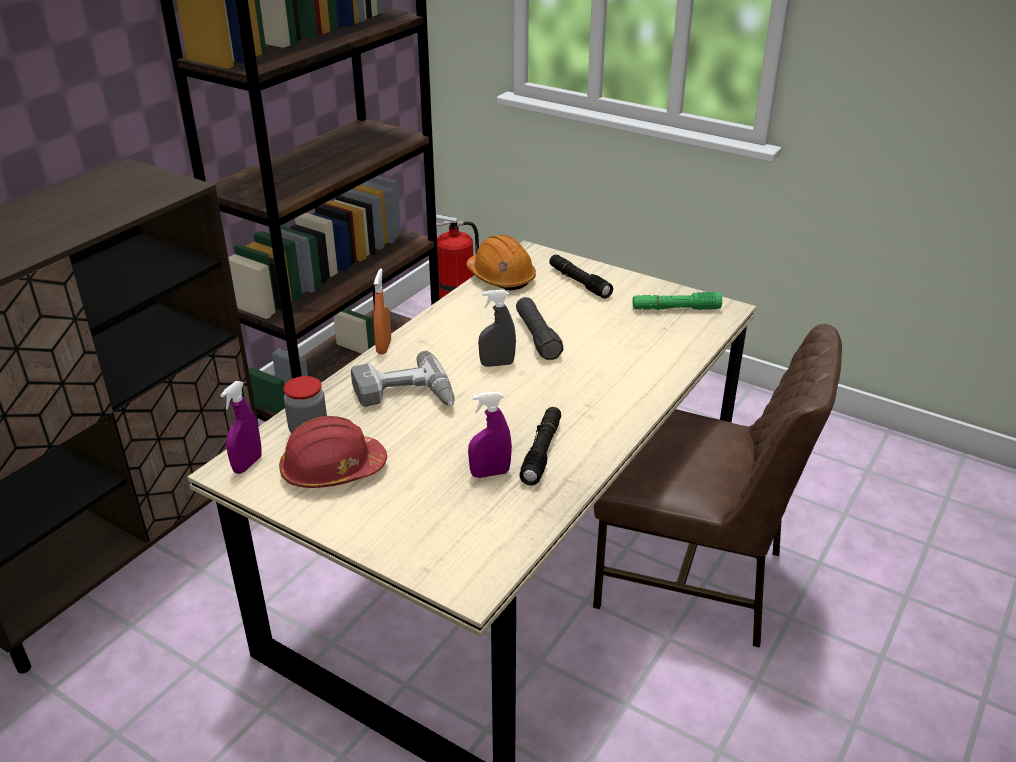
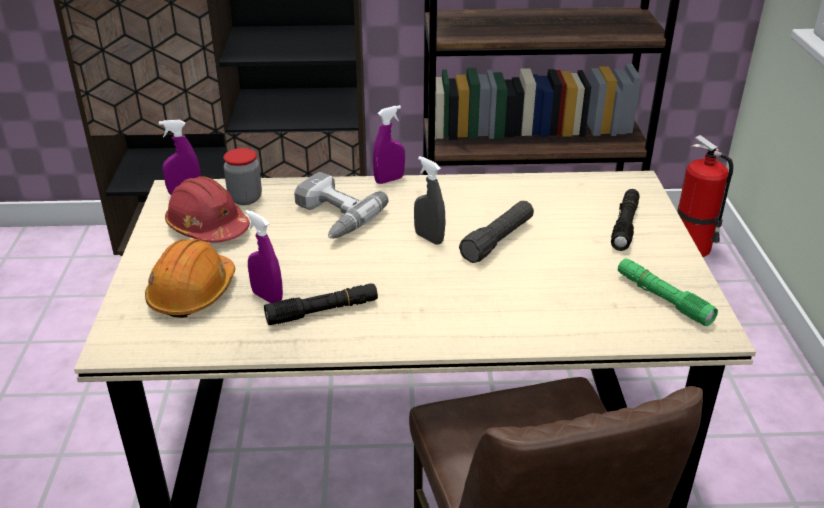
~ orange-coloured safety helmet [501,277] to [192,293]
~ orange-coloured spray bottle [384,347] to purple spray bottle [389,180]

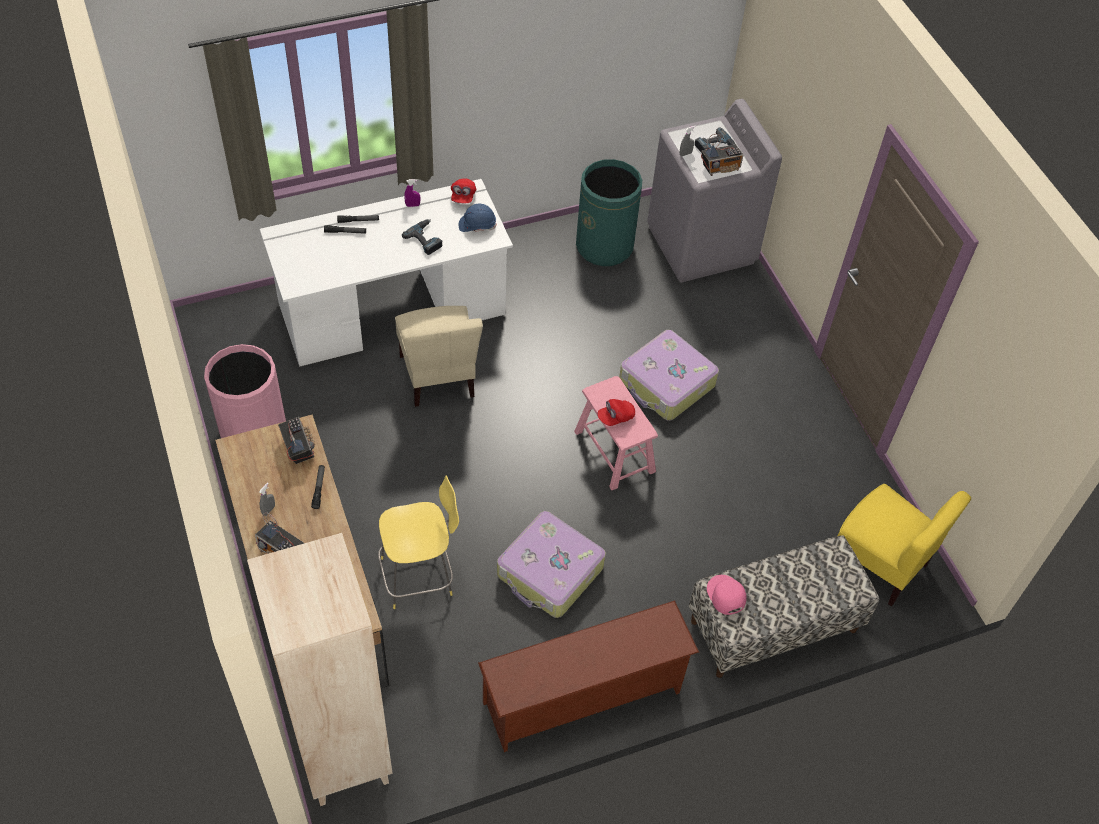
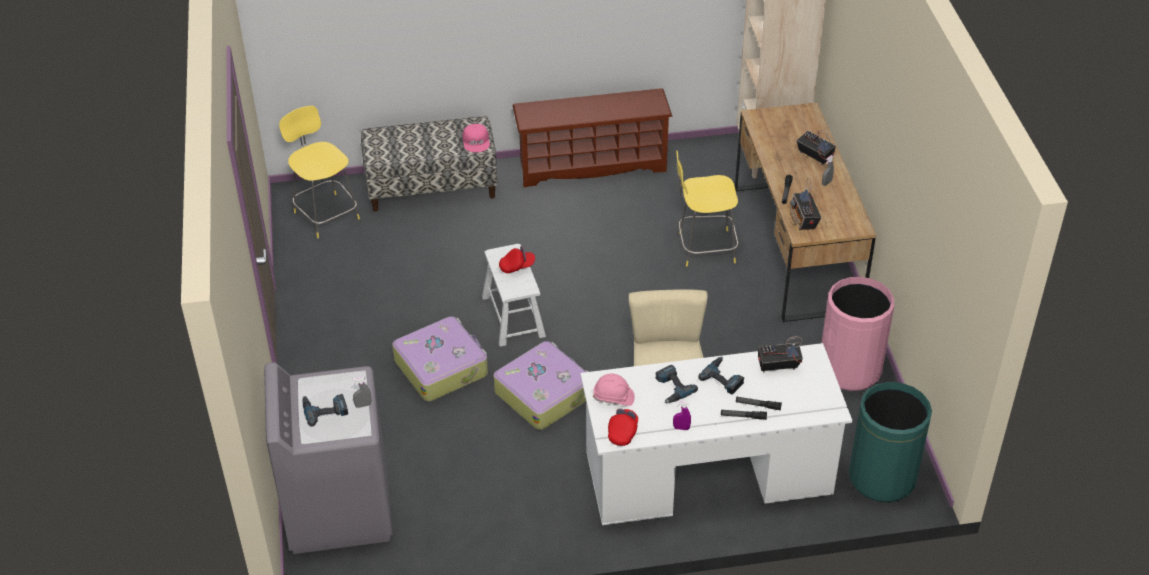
~ yellowish chair [879,564] to yellowish sitting stool [325,214]
~ pink sitting stool [614,451] to white sitting stool [513,316]
~ piece of luggage [550,572] to [544,393]
~ bluish safety helmet [477,225] to pink safety helmet [613,397]
+ drill [723,378]
~ radio receiver [720,168] to [777,366]
~ green-coloured rubbish bin [604,246] to [882,477]

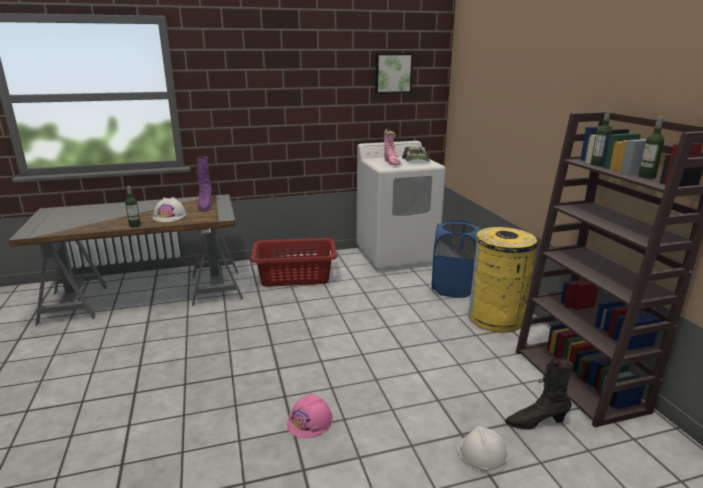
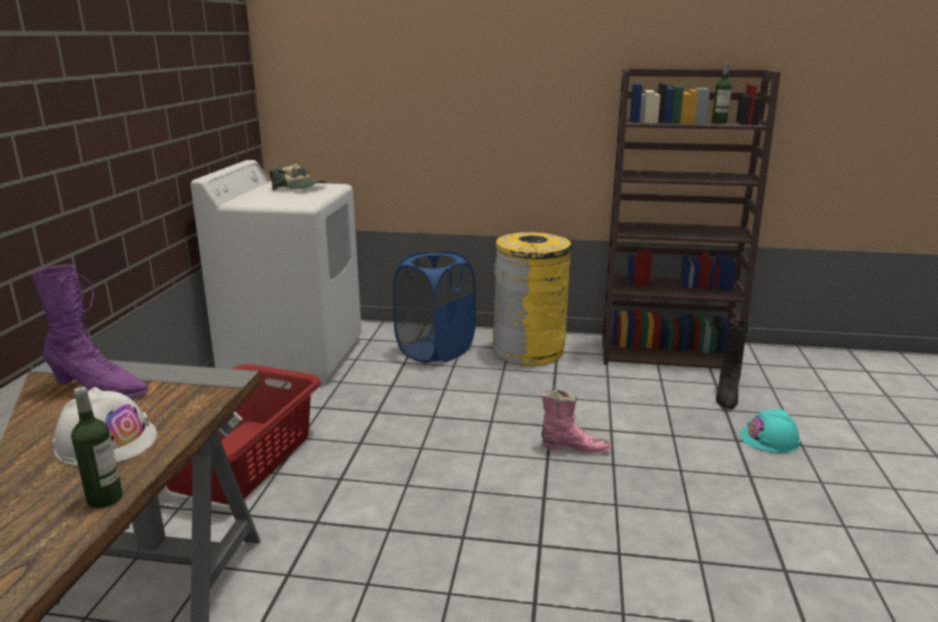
~ pink boot [392,163] to [573,447]
~ white safety helmet [481,454] to turquoise-coloured safety helmet [770,439]
- pink safety helmet [310,421]
- wall art [393,73]
- beverage bottle [597,164]

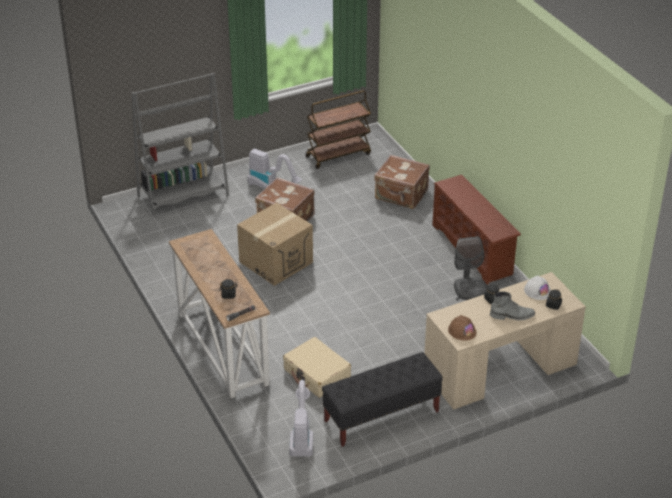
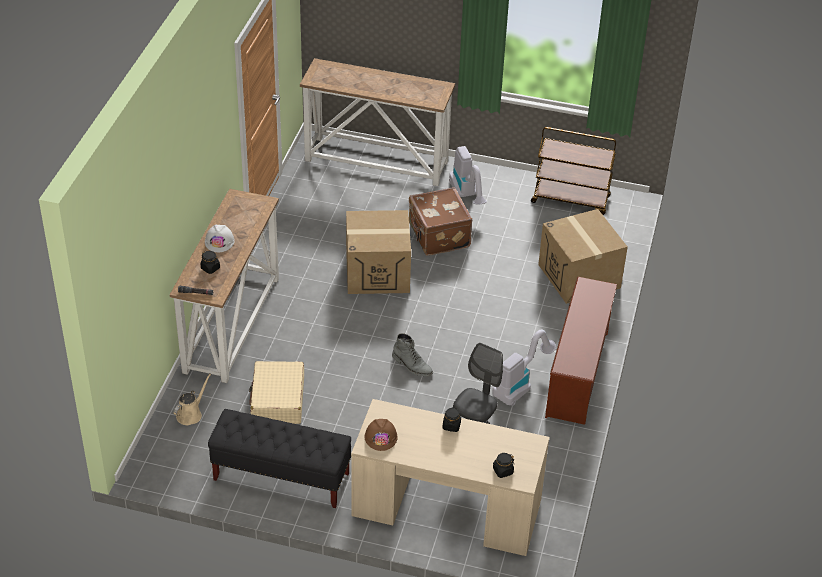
+ beige-coloured sprinkling can [191,414]
~ white safety helmet [537,291] to [219,241]
~ greyish bookshelf [183,196] to console table [377,161]
~ greyish boot [512,316] to [412,365]
~ vacuum [301,436] to [520,384]
~ brown-coloured piece of luggage [401,195] to packing box [579,276]

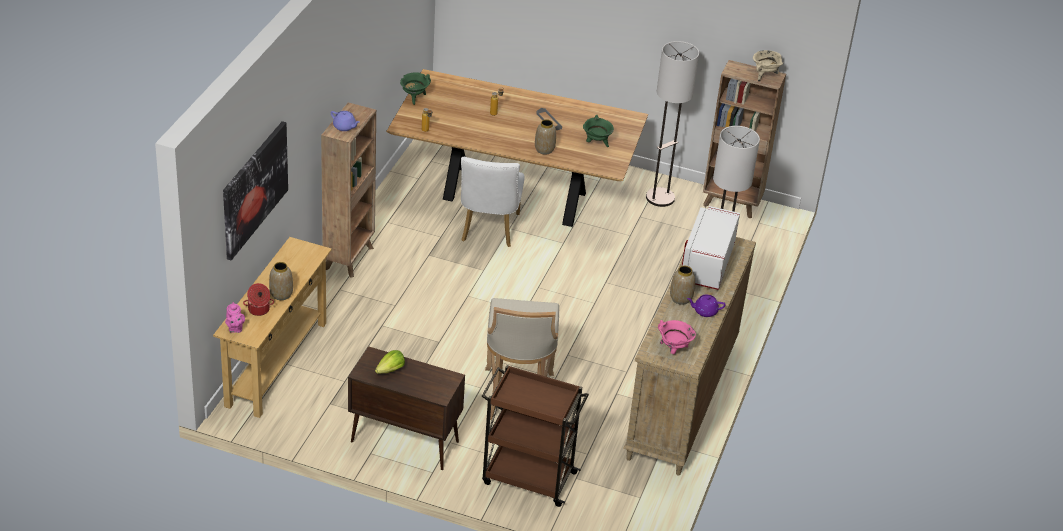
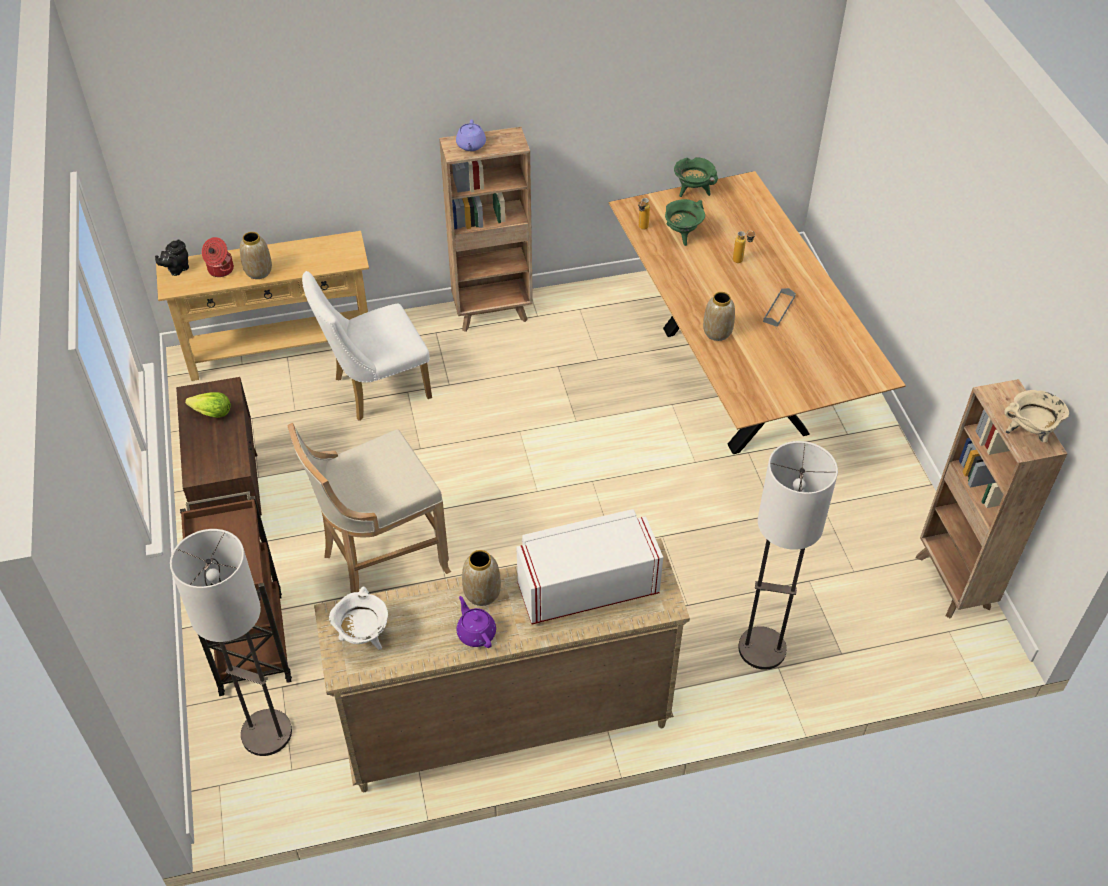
~ pink tea pot [235,328] to black-coloured tea pot [177,269]
~ standing lamp [660,198] to [266,733]
~ white chair [488,231] to [375,390]
~ pink saucepot [673,349] to white saucepot [363,637]
~ green-coloured saucepot [596,143] to [682,235]
- wall art [254,189]

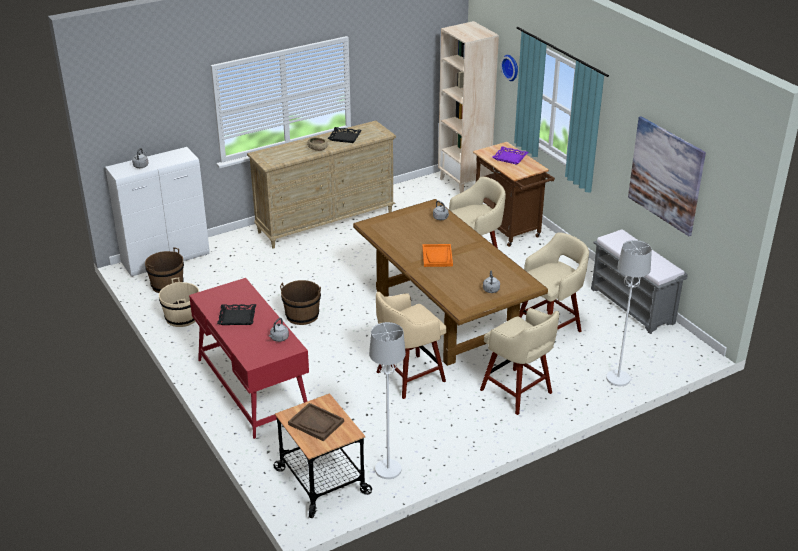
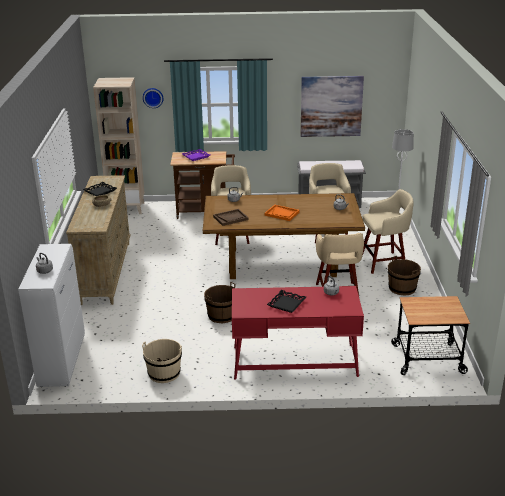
~ brown-coloured tray [316,423] to [230,218]
~ brown-coloured bucket [167,285] to [402,288]
- white standing lamp [388,470]

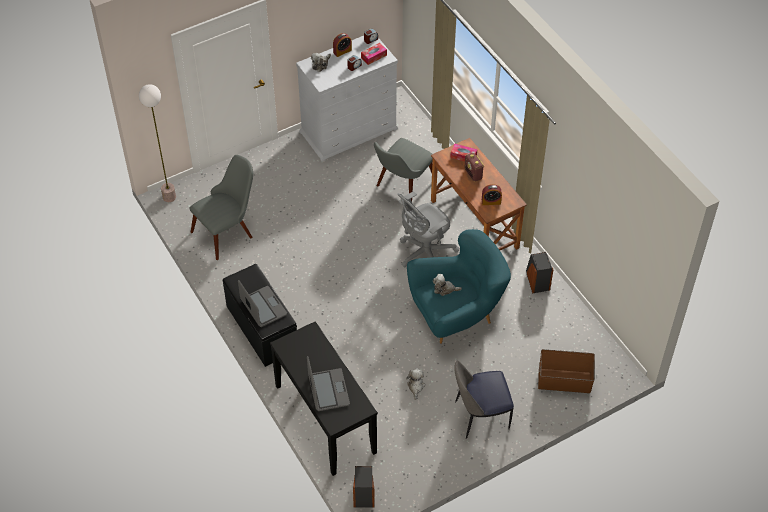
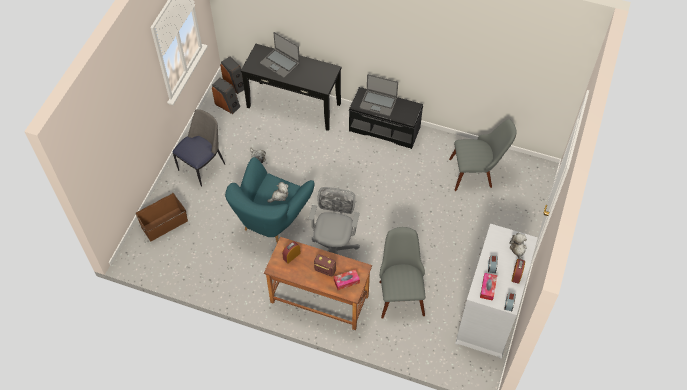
~ loudspeaker [537,281] to [227,105]
~ greyish chair [228,231] = [477,172] 105 degrees counterclockwise
- standing lamp [169,197]

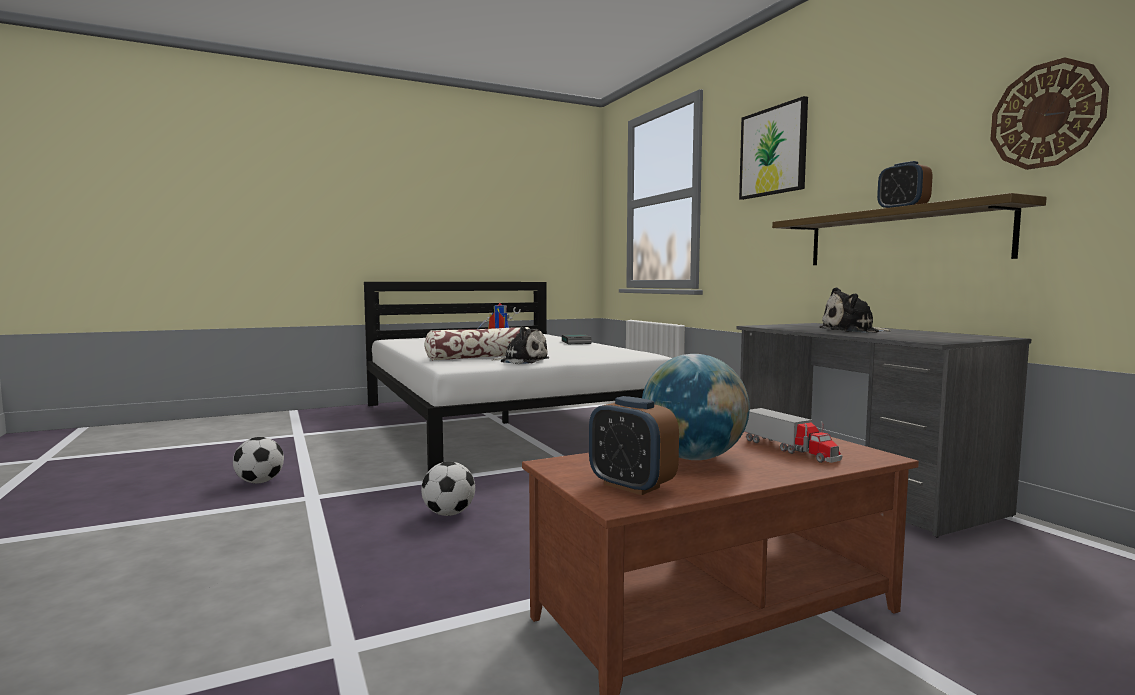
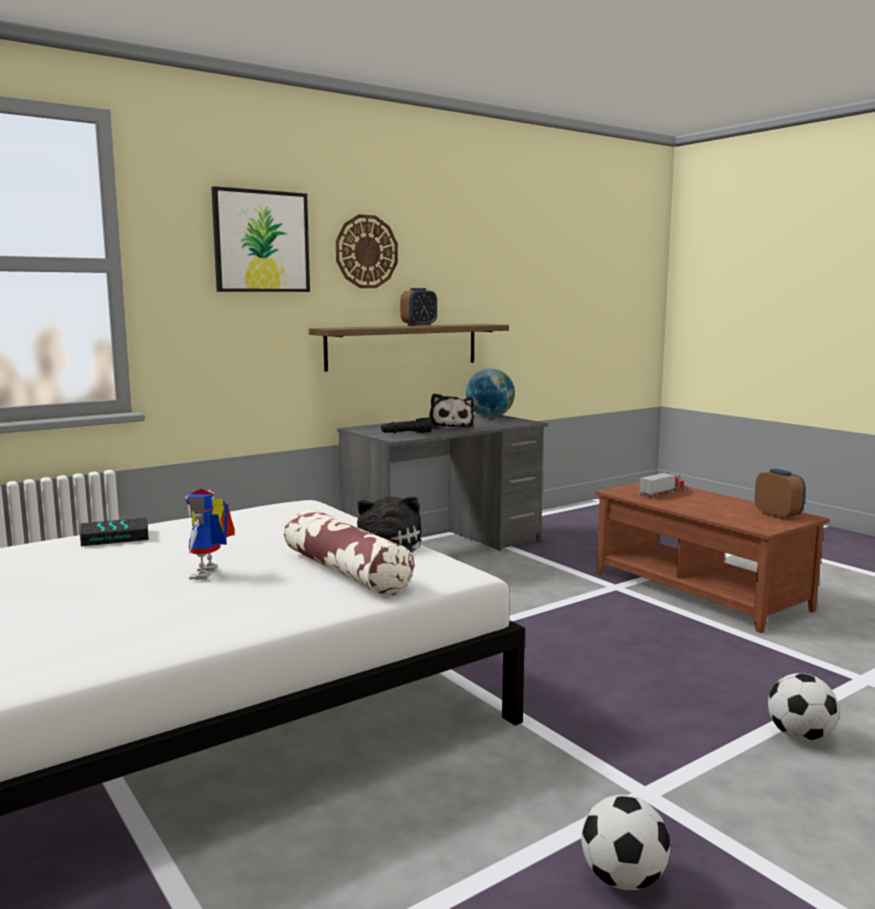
~ hanging clock [1046,115] to [366,251]
+ black-coloured torch [406,433]
~ globe [693,458] to [490,417]
~ table clock [631,486] = [778,515] 60 degrees counterclockwise
~ football ball [449,514] to [800,736]

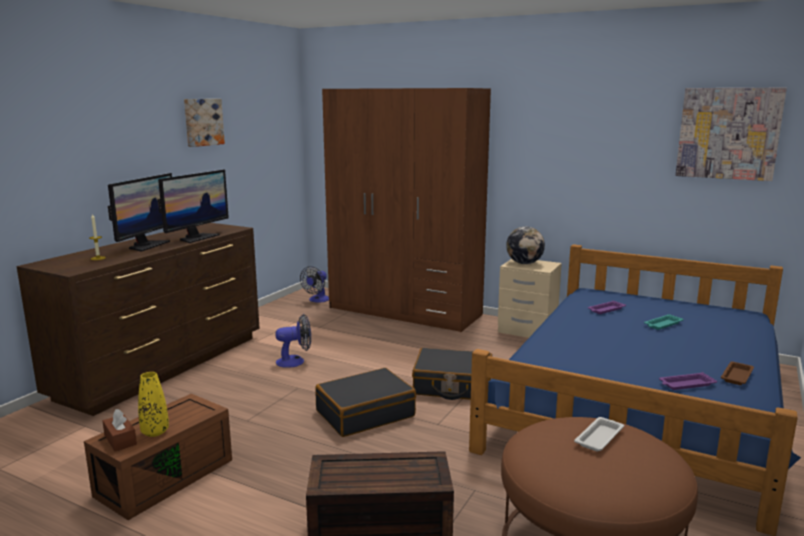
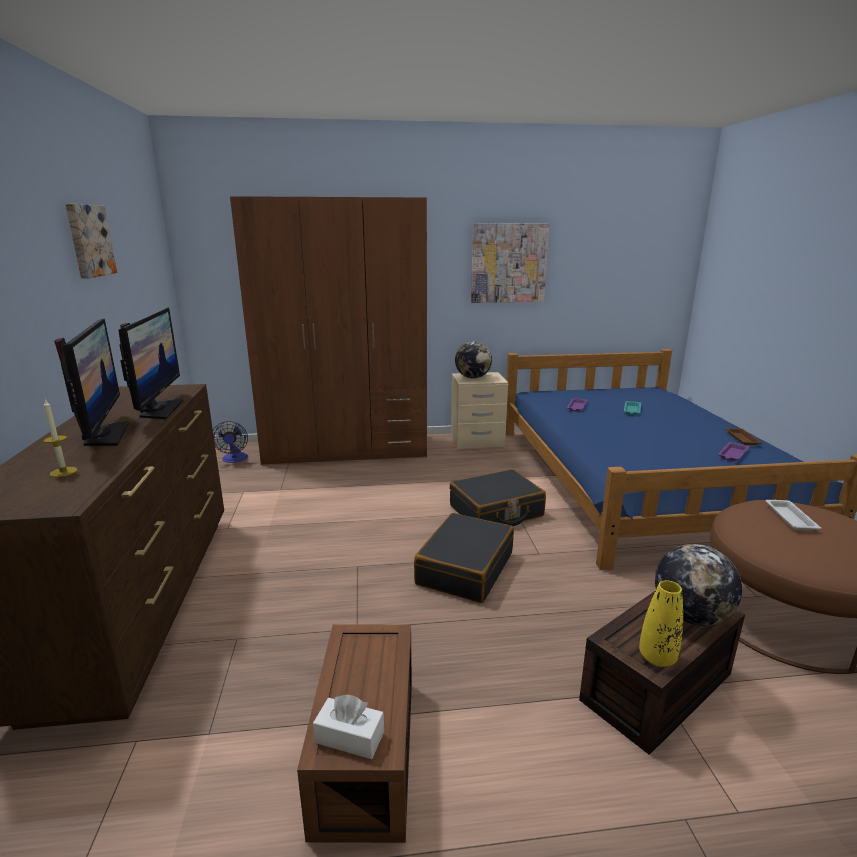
~ brown-coloured tissue holder [120,440] to white tissue holder [349,737]
~ wall art [728,133] to [508,263]
~ yellowish flower vase [155,432] to [657,657]
+ globe [690,616]
- fan [295,361]

